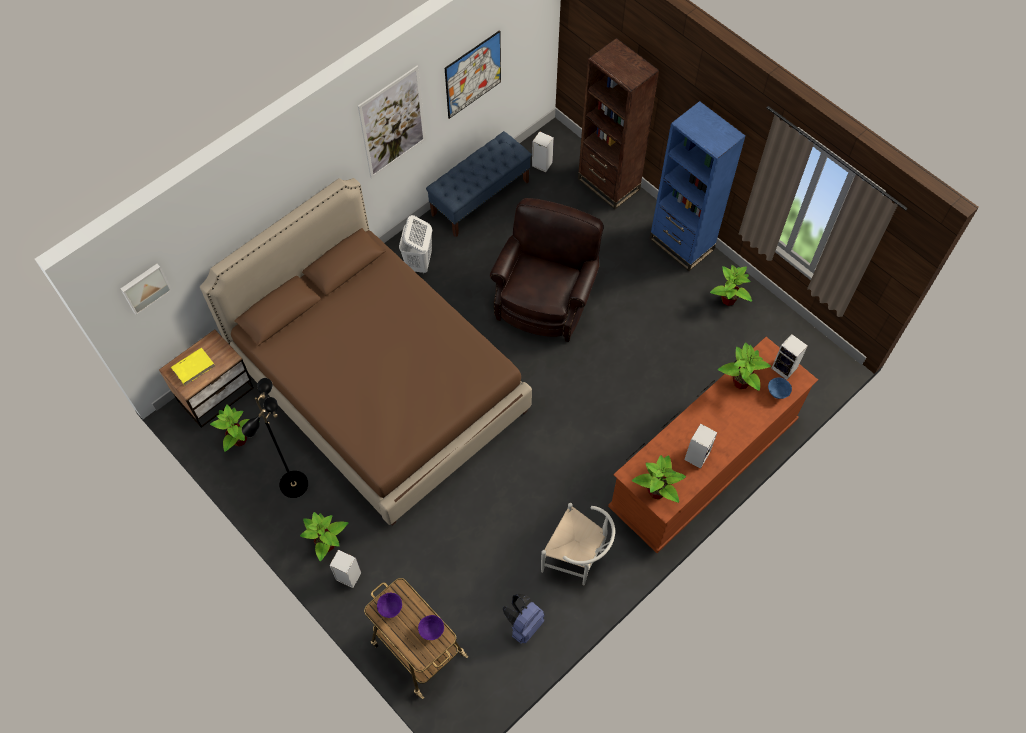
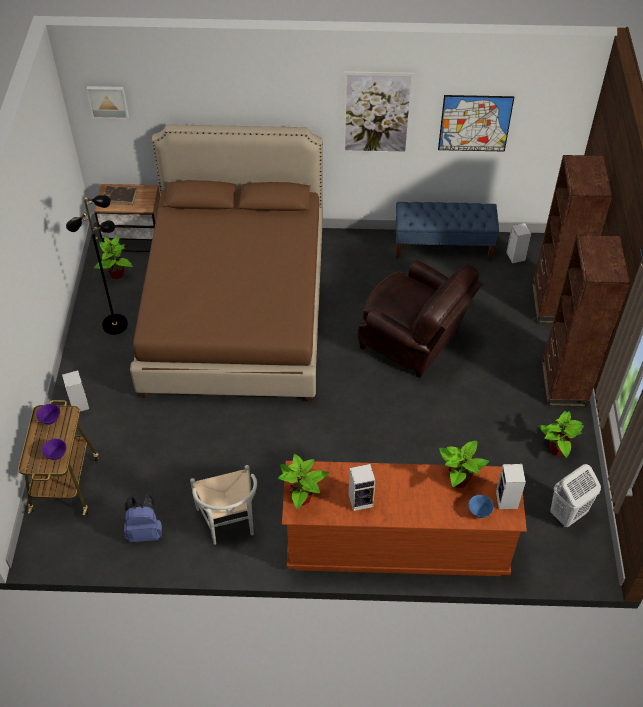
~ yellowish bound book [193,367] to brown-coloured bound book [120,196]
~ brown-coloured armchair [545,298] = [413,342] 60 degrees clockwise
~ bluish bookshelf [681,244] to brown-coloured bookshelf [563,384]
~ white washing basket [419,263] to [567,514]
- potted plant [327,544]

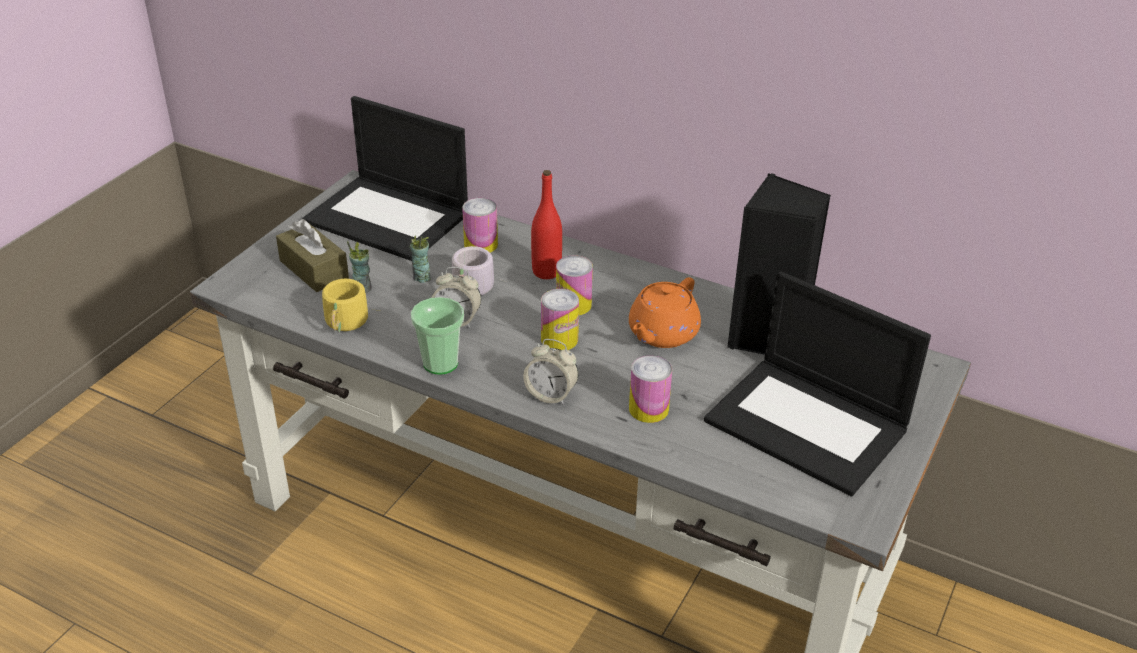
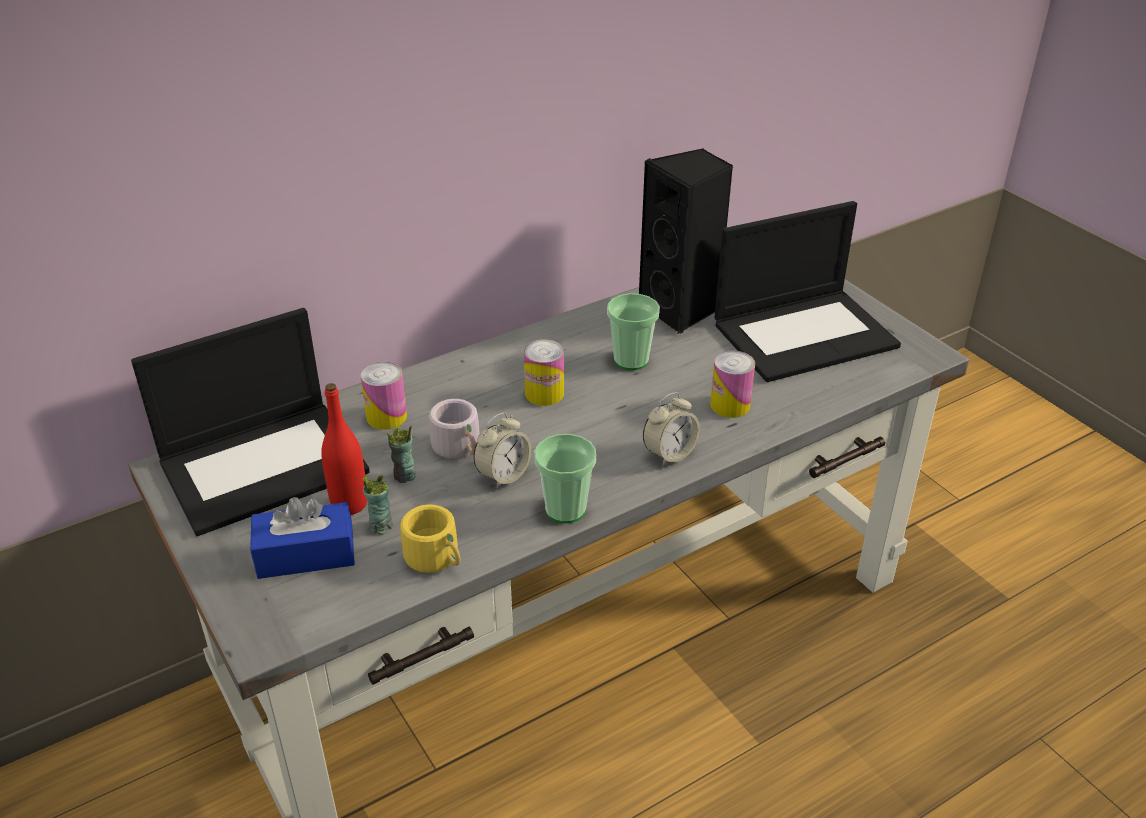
~ brown-coloured tissue holder [314,269] to bluish tissue holder [306,555]
~ red-coloured beverage bottle [546,272] to [349,504]
~ orange-coloured tea pot [662,334] to cup [631,360]
- can [559,339]

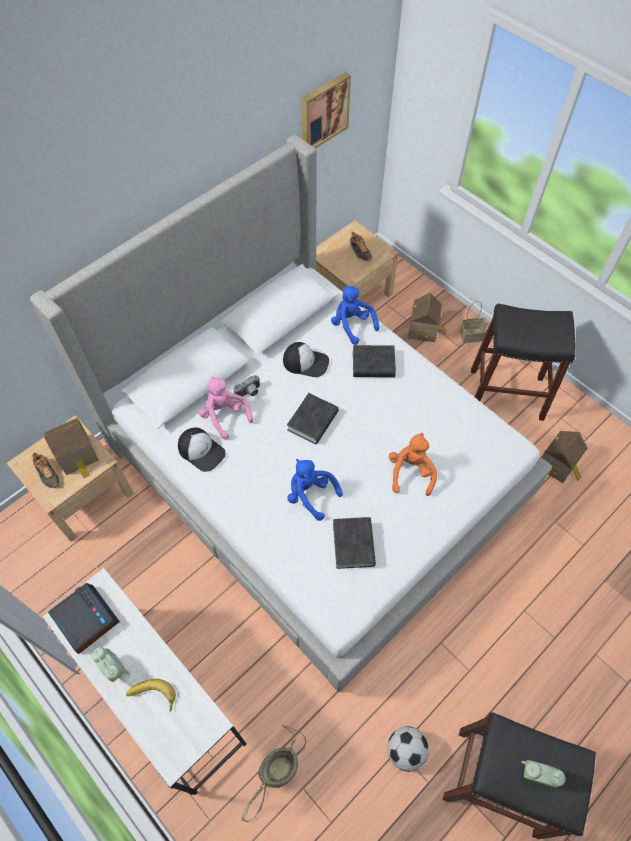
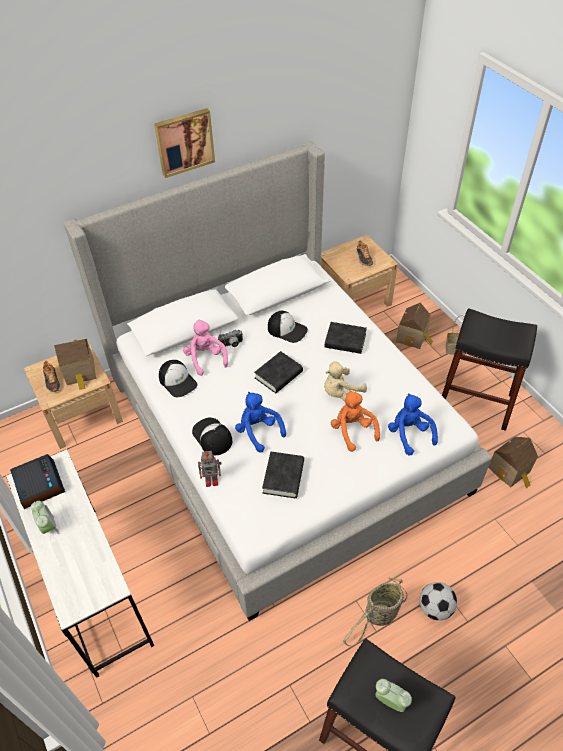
~ wall art [323,112] to [184,142]
+ cap [212,437]
+ robot figure [212,480]
+ beige-coloured cuddly toy [340,392]
~ orange-coloured cuddly toy [411,472] = [353,430] 45 degrees counterclockwise
~ household basket [278,772] to [379,615]
~ bluish cuddly toy [352,325] to [409,434]
~ football ball [405,751] to [435,608]
- banana fruit [151,698]

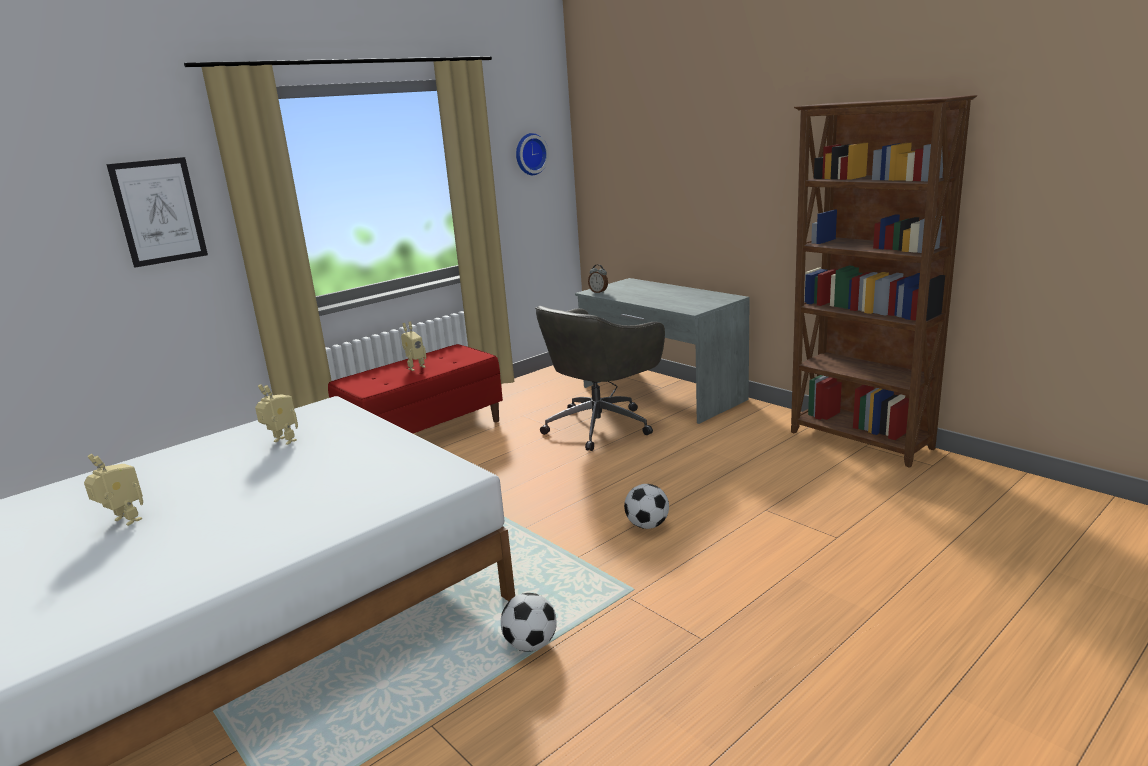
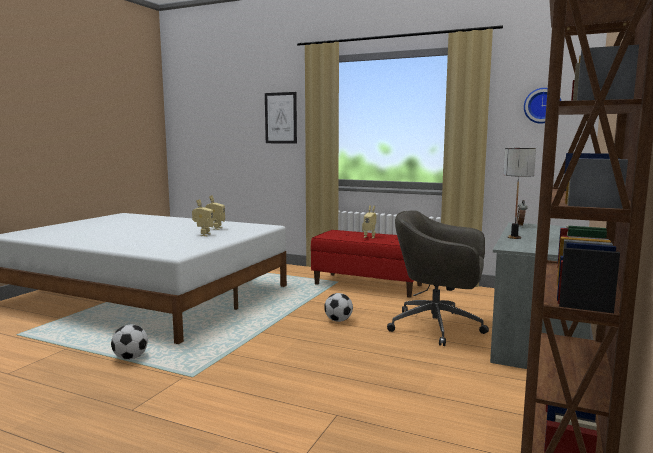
~ robot figure [123,522] to [203,235]
~ football ball [647,525] to [338,320]
+ table lamp [514,237]

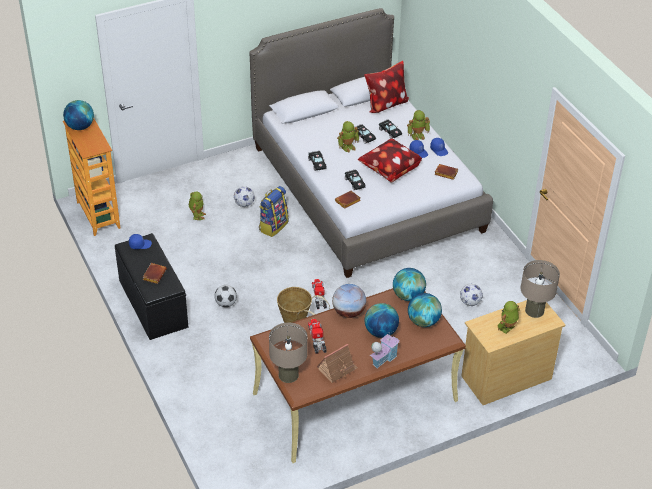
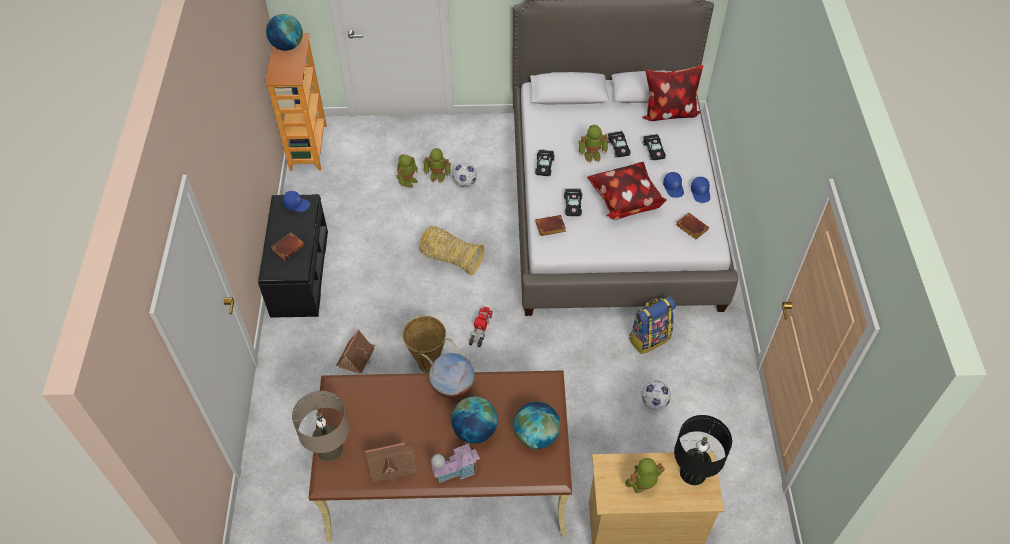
+ miniature house [356,357]
+ household basket [450,259]
~ robot figure [417,135] to [438,175]
~ backpack [273,226] to [649,338]
~ beige-coloured table lamp [534,310] to black-coloured table lamp [693,472]
- football ball [226,303]
- toy truck [317,339]
- globe [408,296]

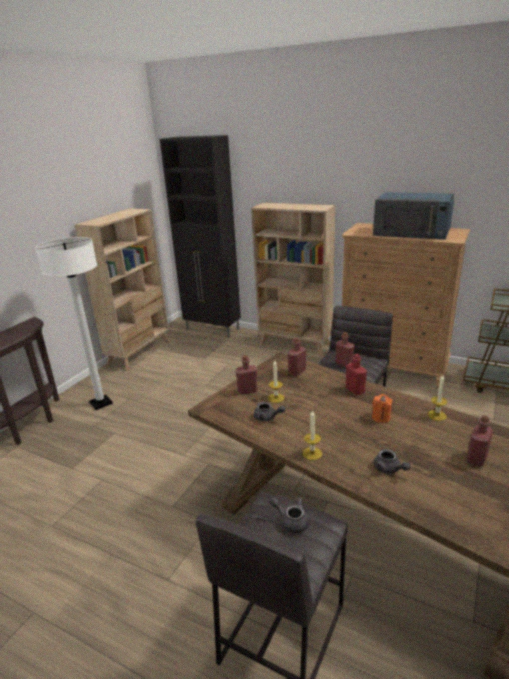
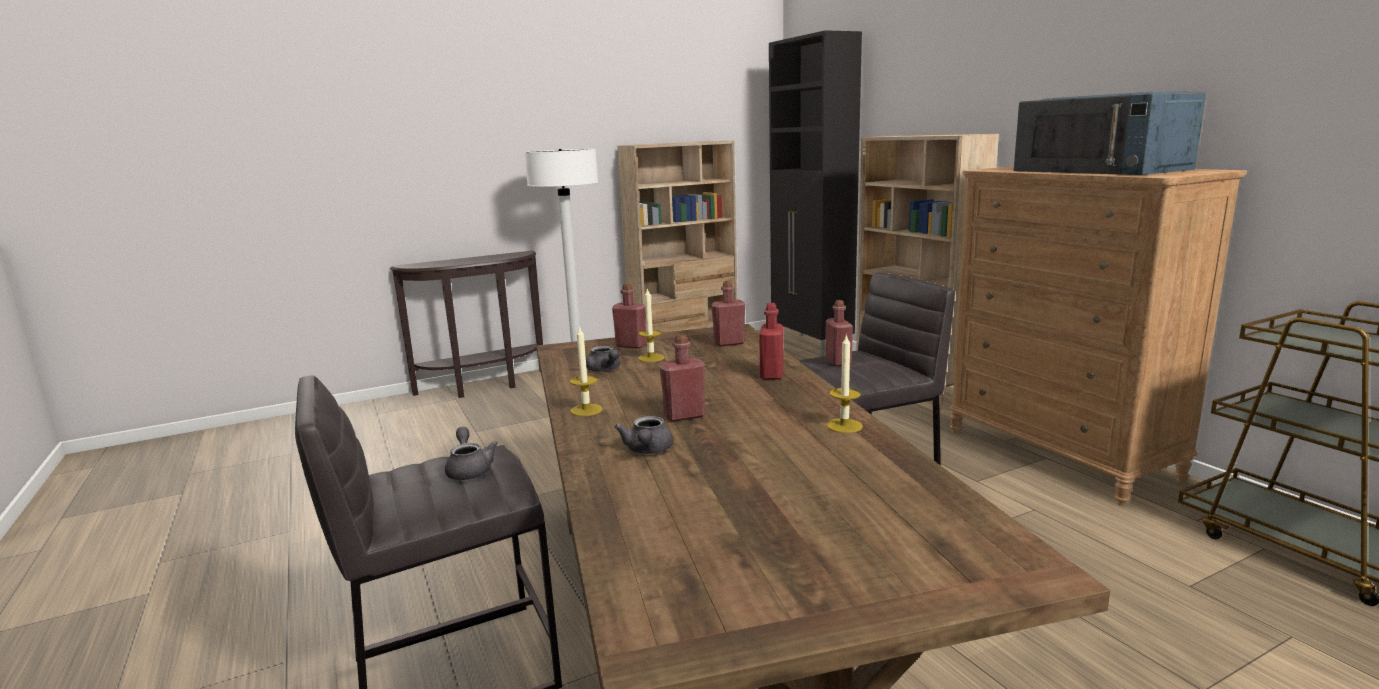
~ red-coloured beverage bottle [476,459] to [684,416]
- orange-coloured wax candle [381,417]

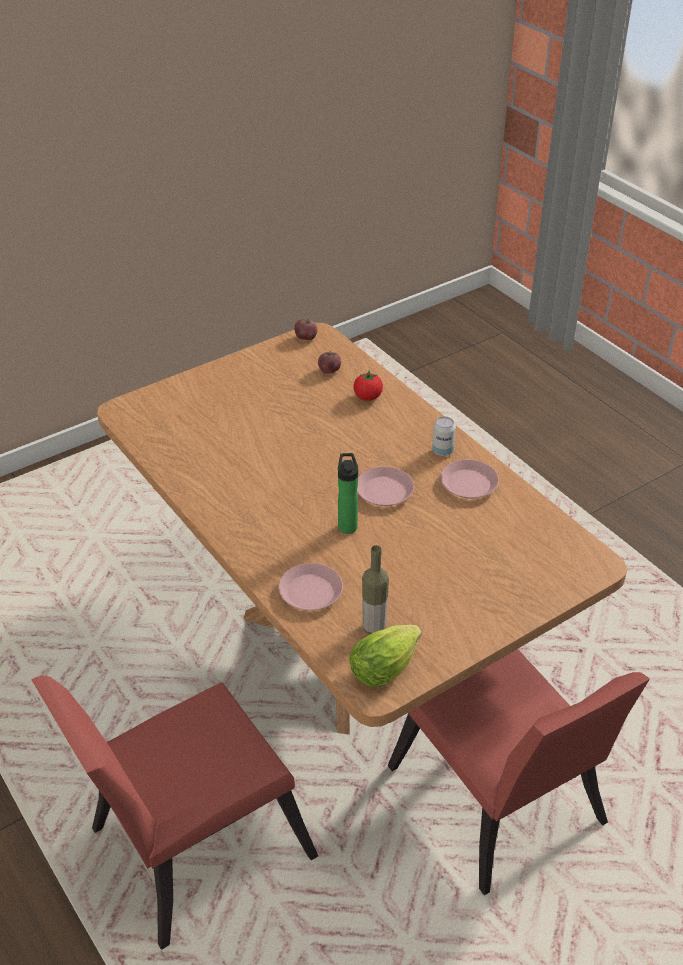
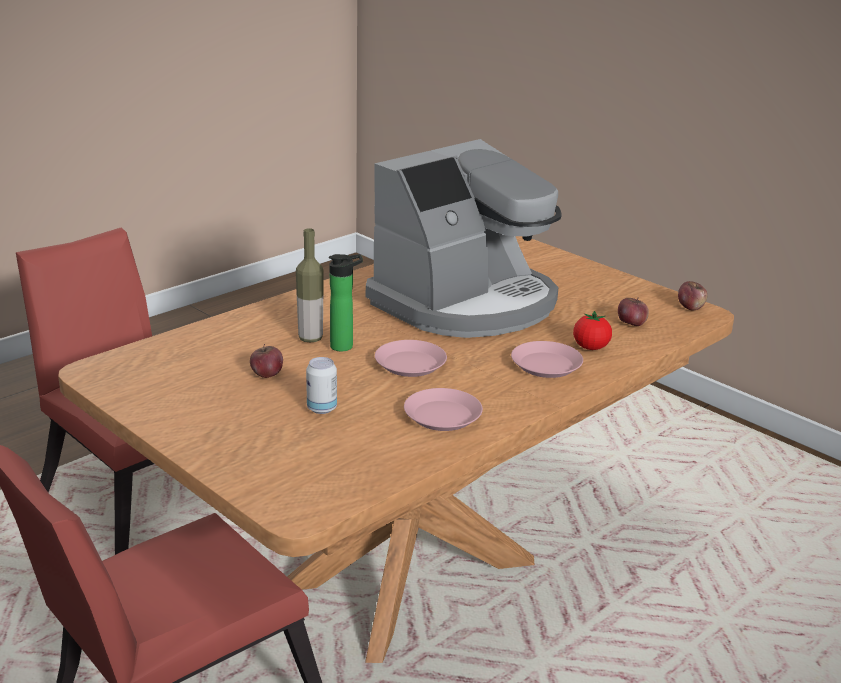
+ apple fruit [267,374]
~ beverage bottle [374,627] to [310,338]
~ can [442,451] to [321,408]
+ coffee maker [466,303]
~ pink dinner plate [310,591] to [546,365]
- lettuce head [387,667]

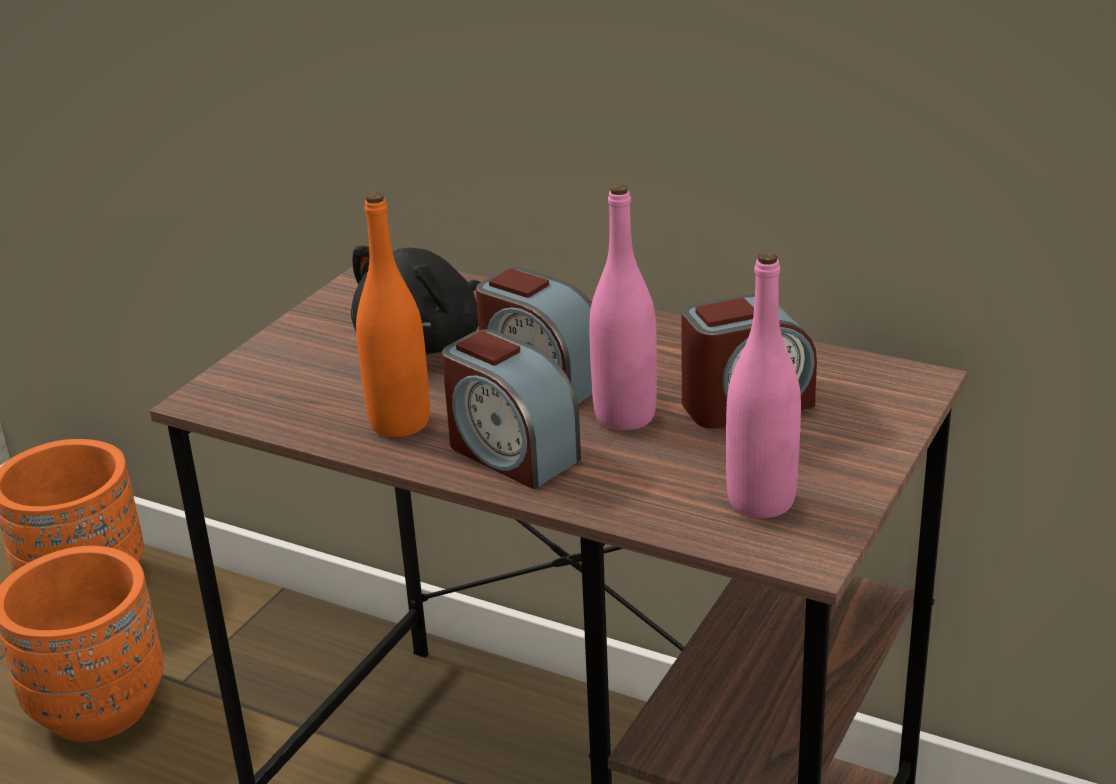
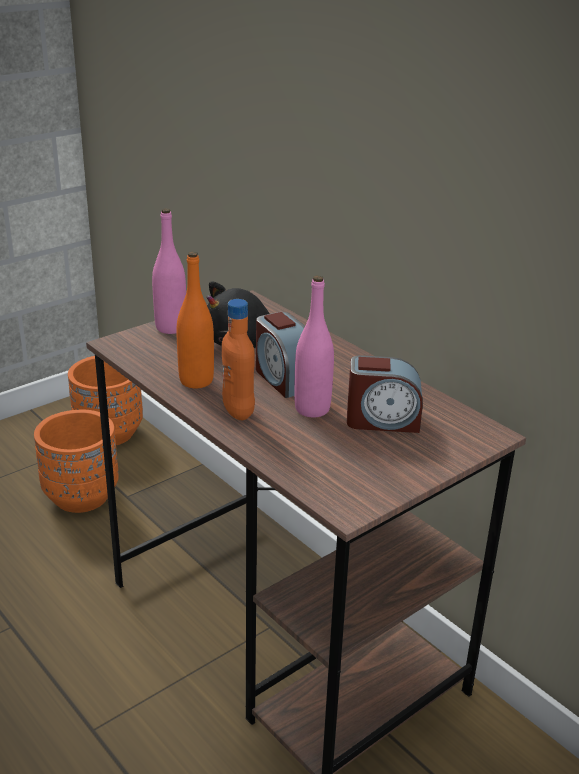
~ pink beverage bottle [761,501] to [171,328]
~ table clock [510,453] to orange-coloured beverage bottle [238,411]

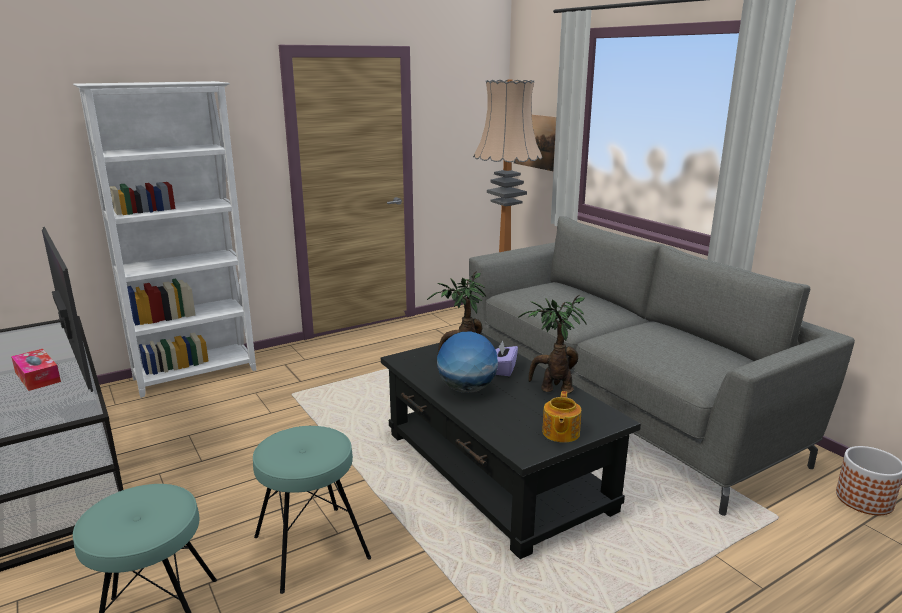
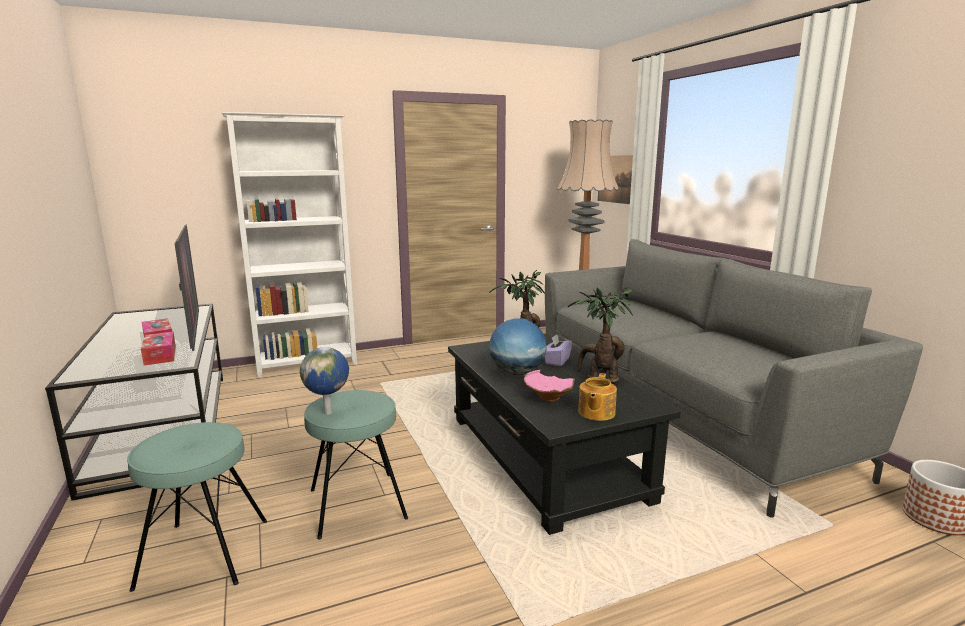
+ tissue holder [160,355]
+ globe [329,412]
+ pink deep dish [548,398]

